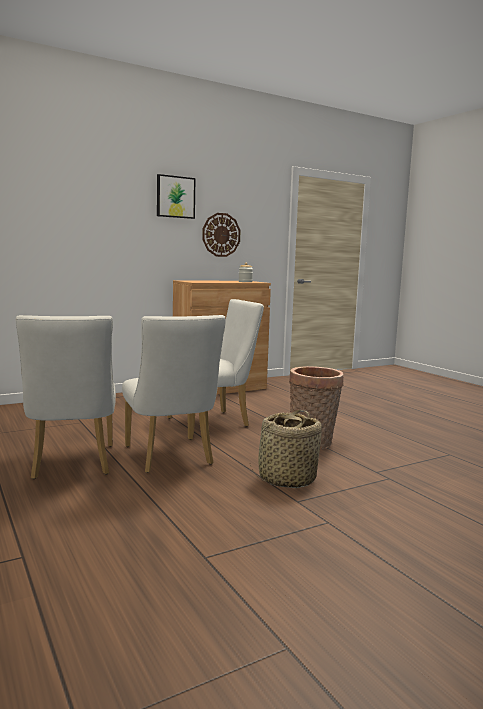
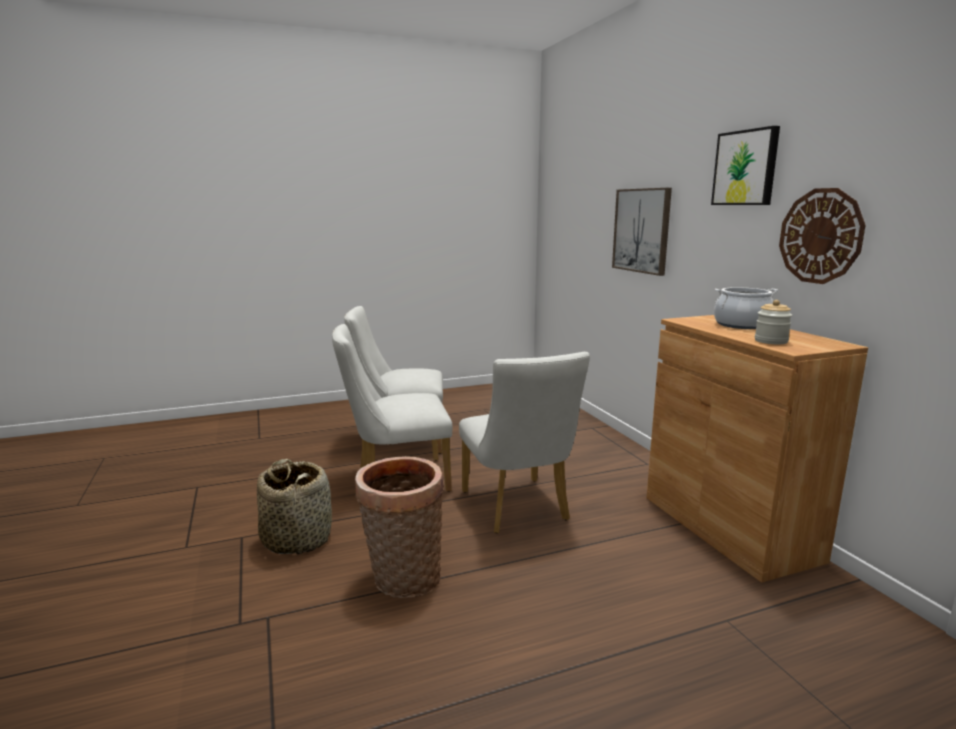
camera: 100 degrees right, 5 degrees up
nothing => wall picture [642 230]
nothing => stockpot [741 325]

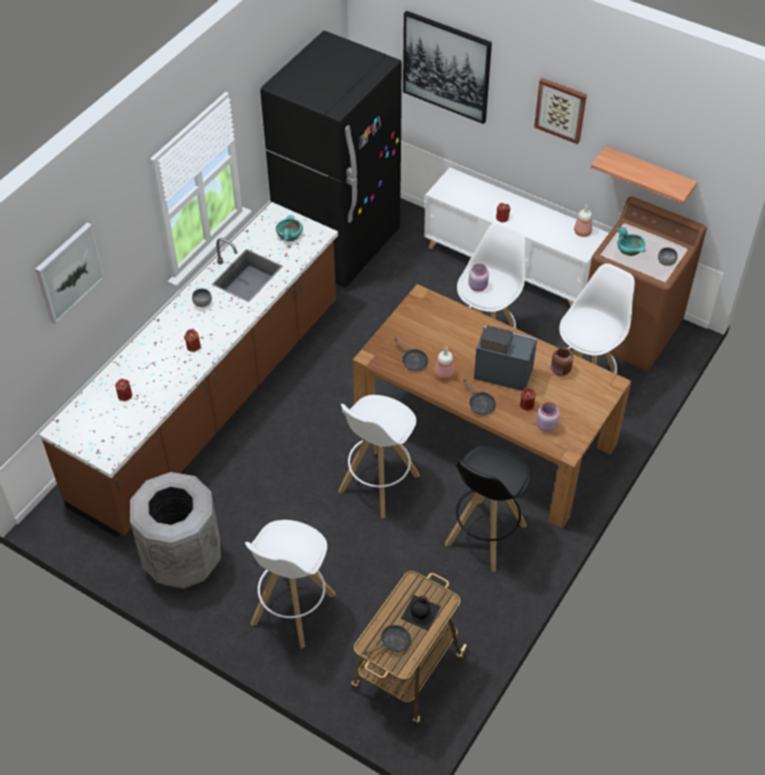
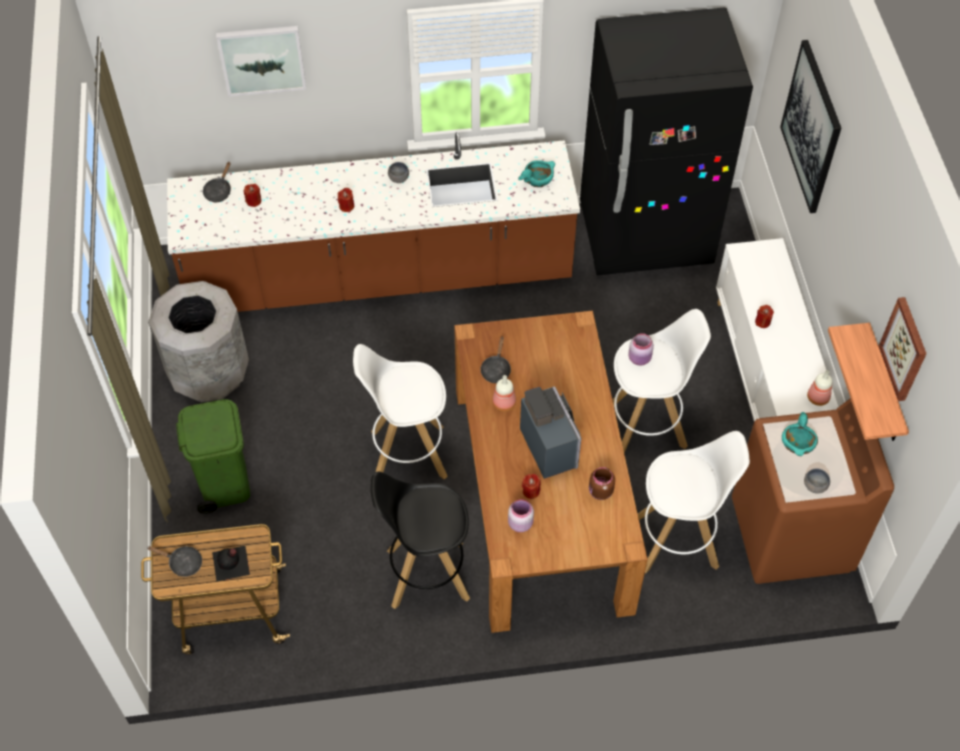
camera: 50 degrees right, 5 degrees up
pan (black-coloured) [480 404] => pan (black-coloured) [219 191], moved
wall picture [561 109] => wall picture [905 349], moved
stool (white-coloured) [292 610] => trash can (green-coloured) [224 483]

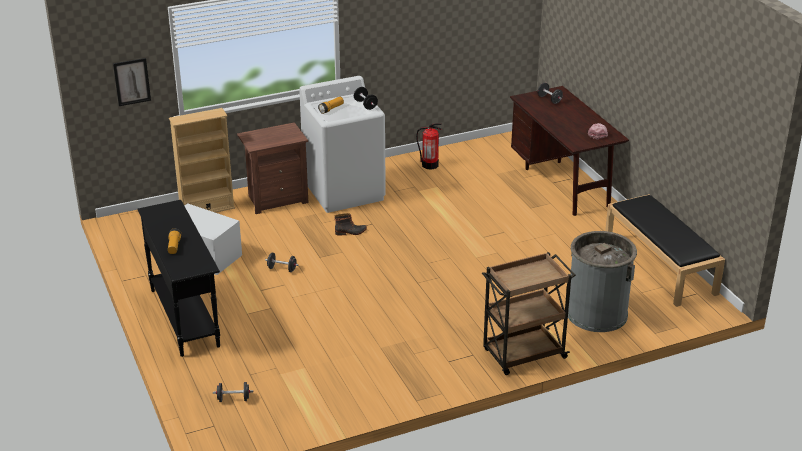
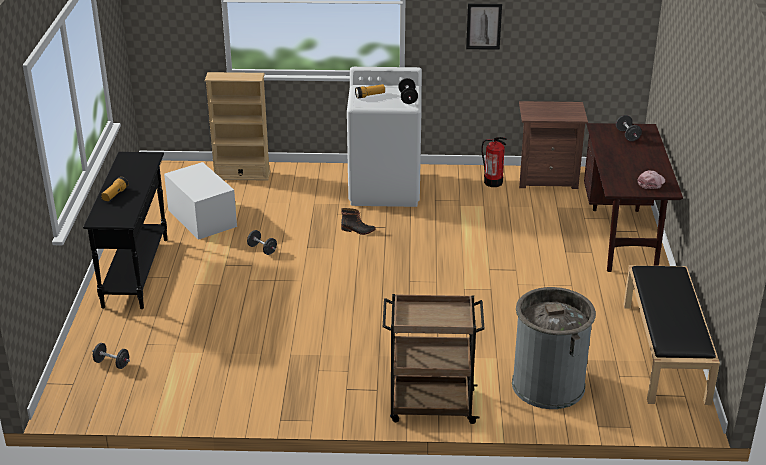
camera: 25 degrees right, 0 degrees up
wall picture [132 82] => wall picture [483 26], moved
night table (brown-coloured) [276 199] => night table (brown-coloured) [547 178], moved

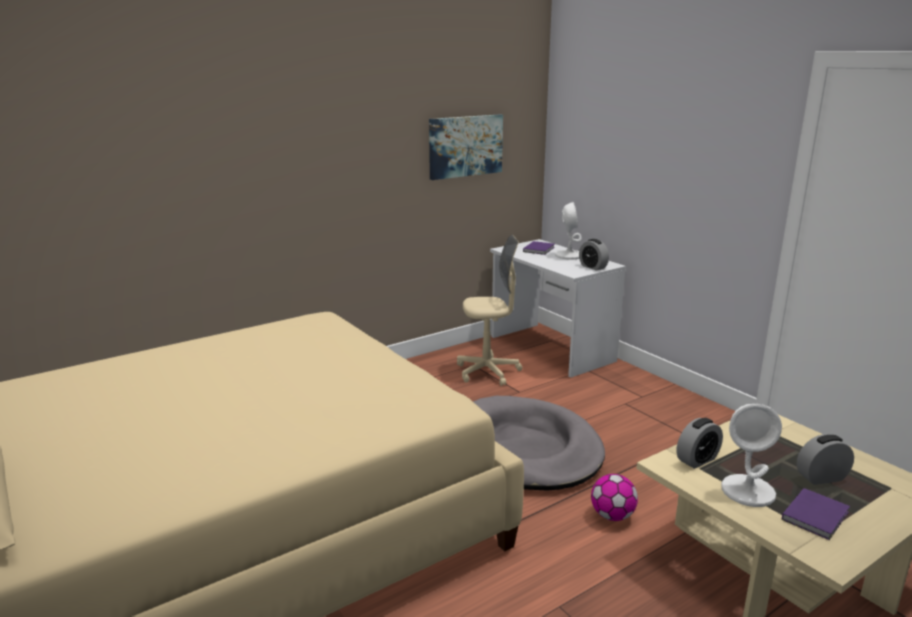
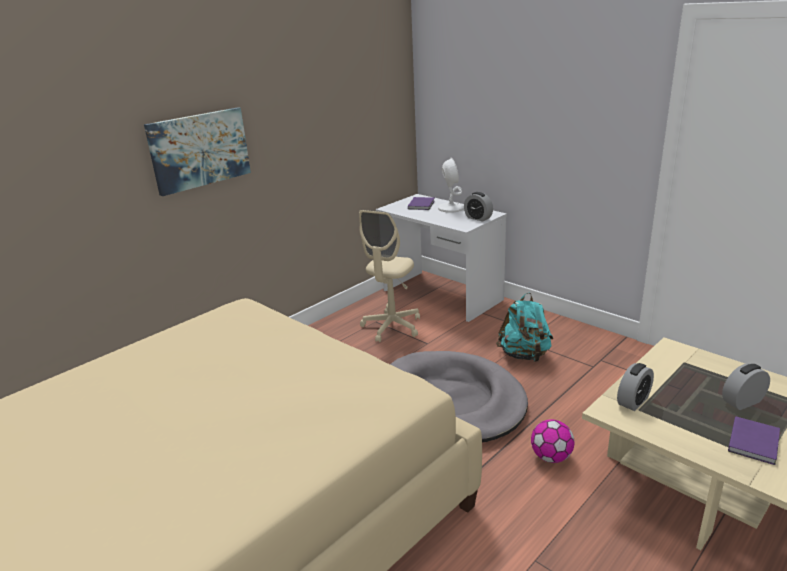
camera: 10 degrees left, 5 degrees up
lamp for a table (white-coloured) [748 491] => nothing
nothing => knapsack (blue-green) [524 355]
wall picture [465 146] => wall picture [199 150], moved
desk chair (beige-coloured) [488 372] => desk chair (beige-coloured) [392 327], 135 degrees clockwise

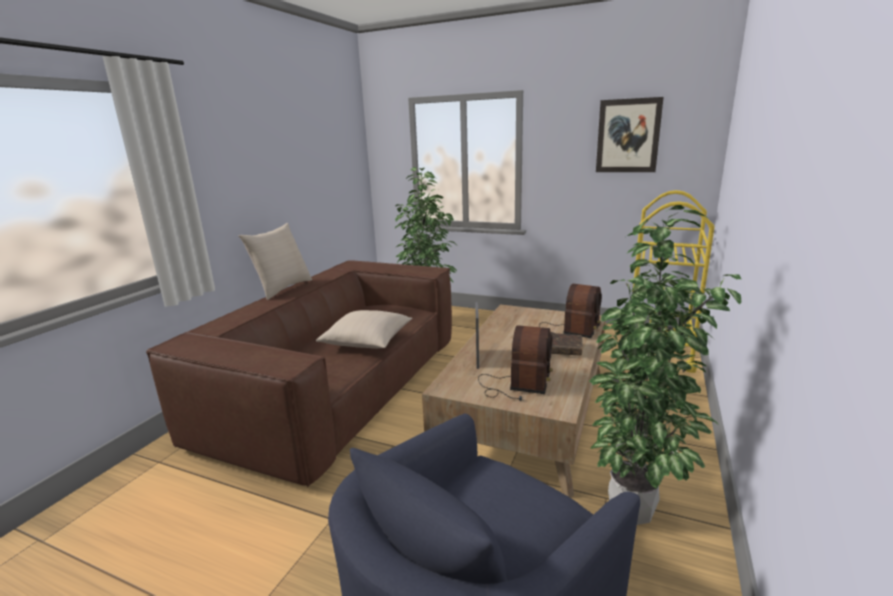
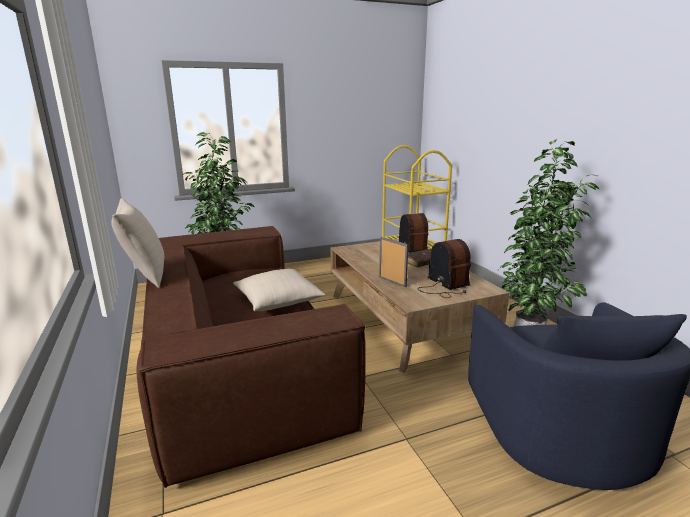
camera: 45 degrees left, 0 degrees up
wall picture [628 136] => nothing

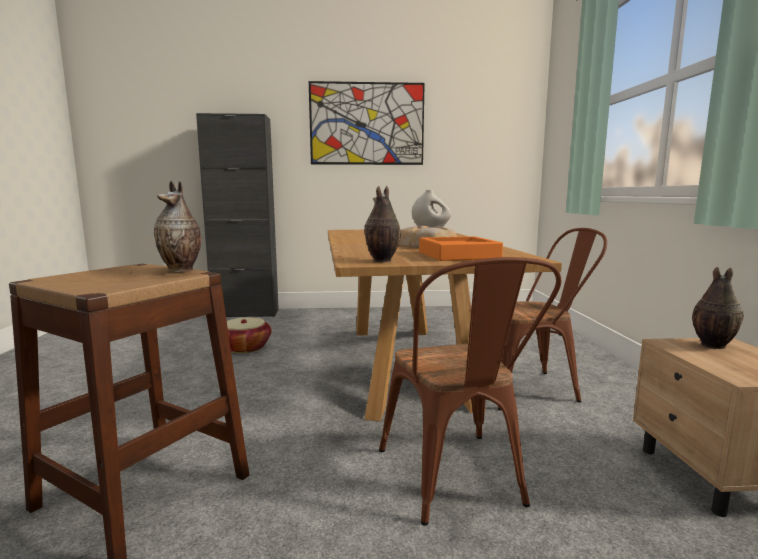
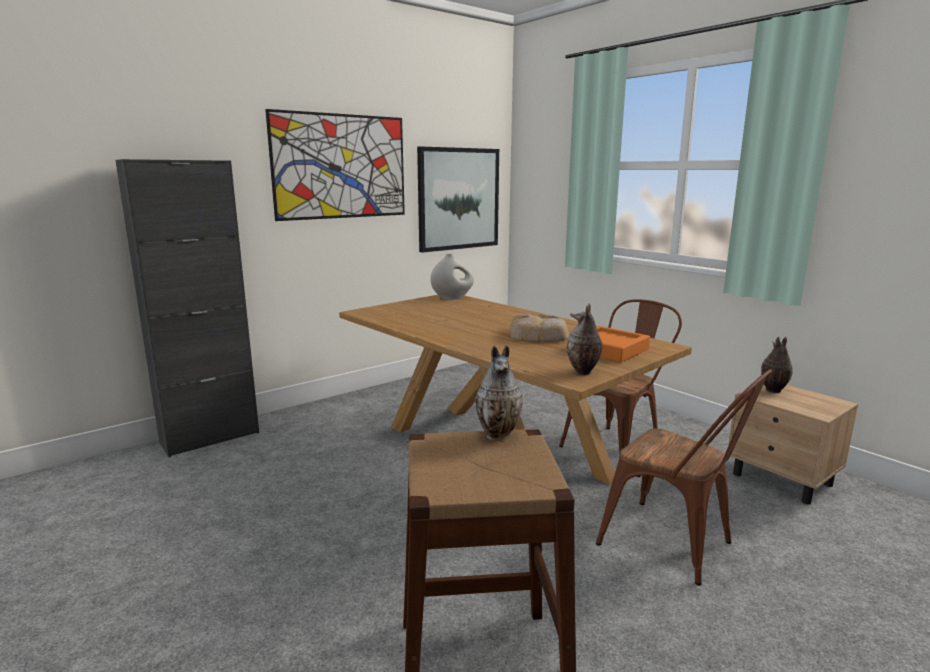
camera: 35 degrees left, 5 degrees up
basket [244 347] => nothing
nothing => wall picture [458 199]

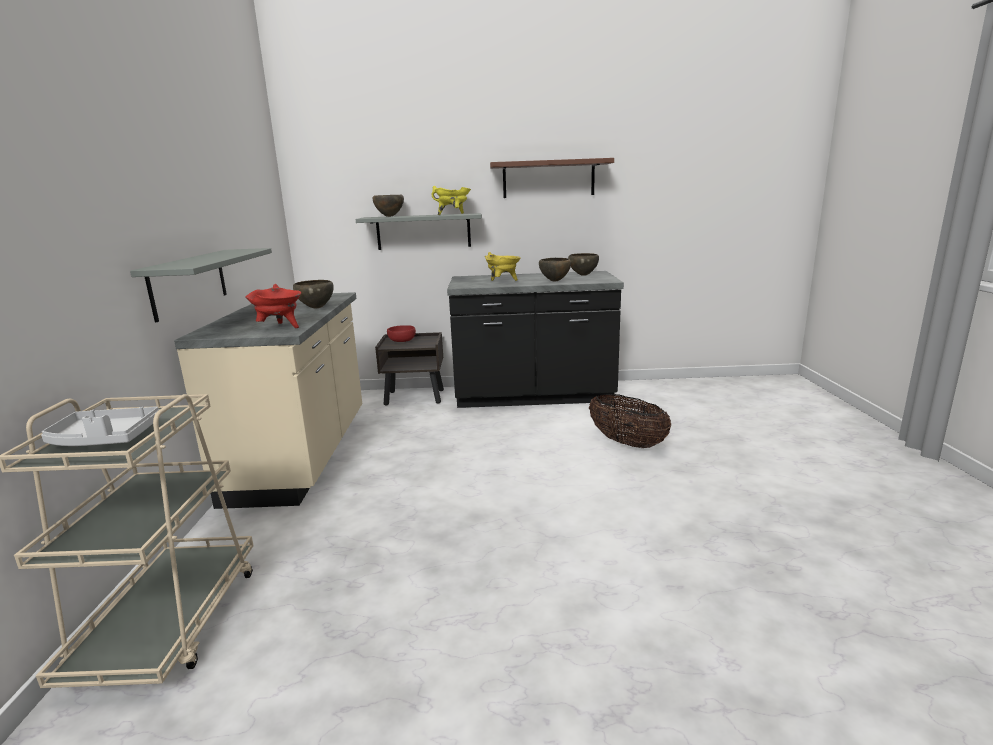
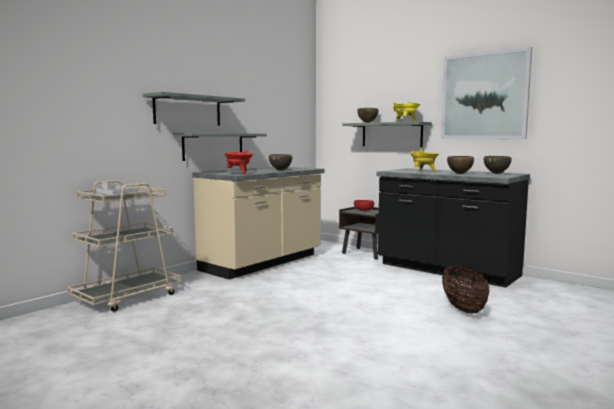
camera: 40 degrees right, 10 degrees down
nothing => wall shelf (greyish) [188 110]
wall shelf (brown-coloured) [548 179] => wall picture [484 96]

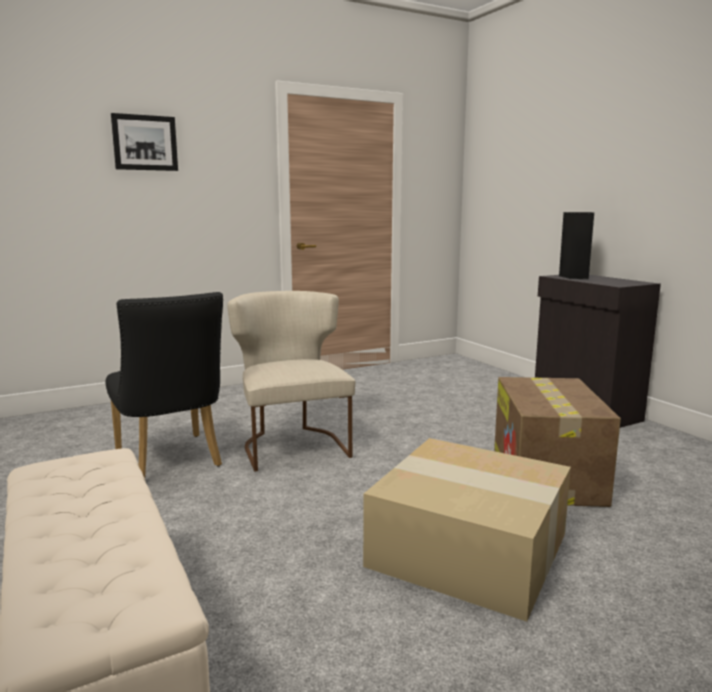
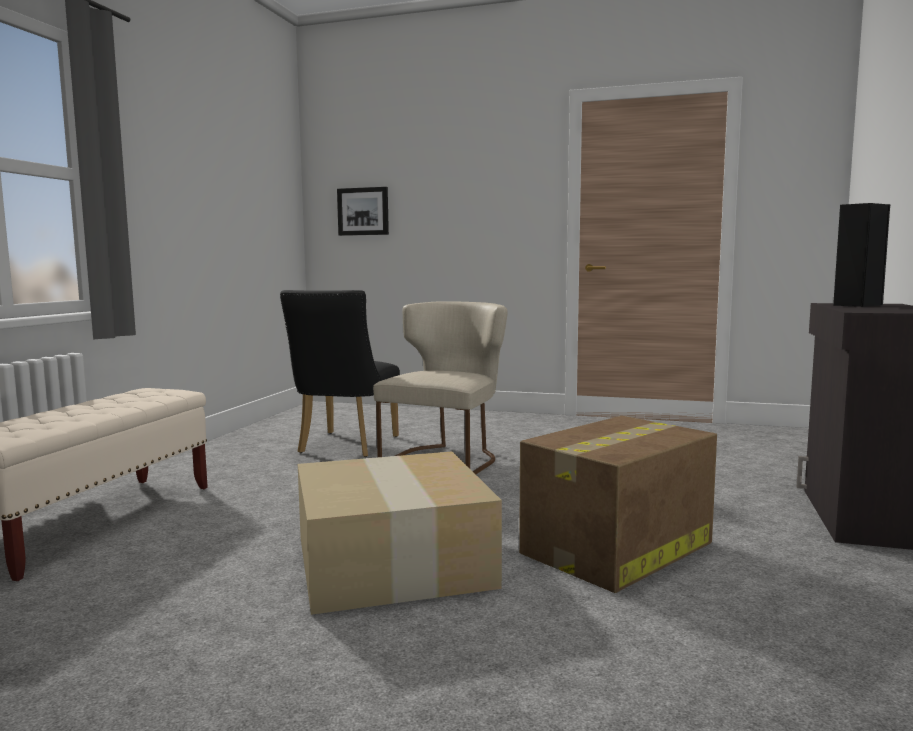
camera: 45 degrees right, 5 degrees down
wall picture [145 143] => wall picture [363 211], moved

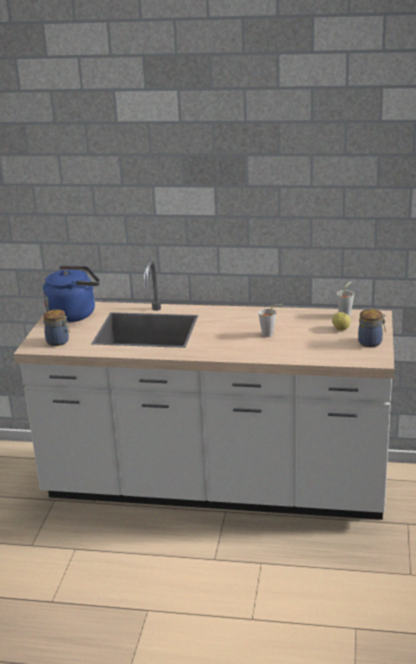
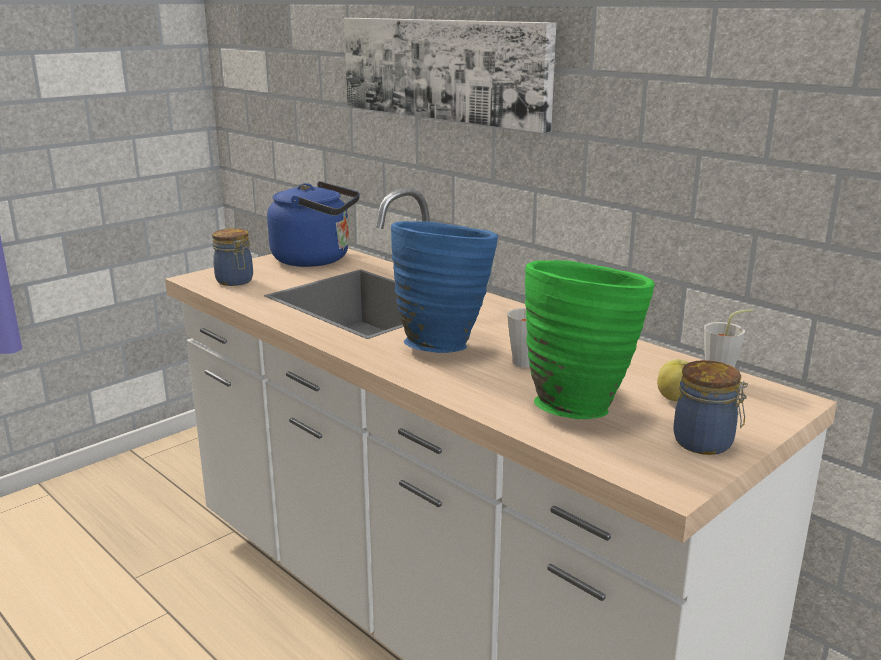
camera: 35 degrees right, 5 degrees down
nothing => wall picture [443 69]
nothing => decorative vase (blue-coloured) [443 344]
nothing => decorative vase (green-coloured) [579 405]

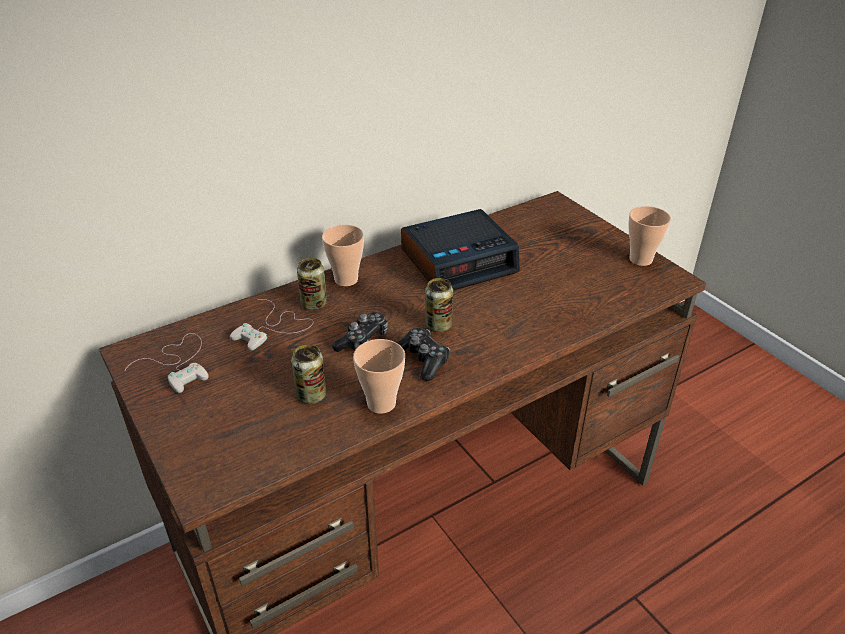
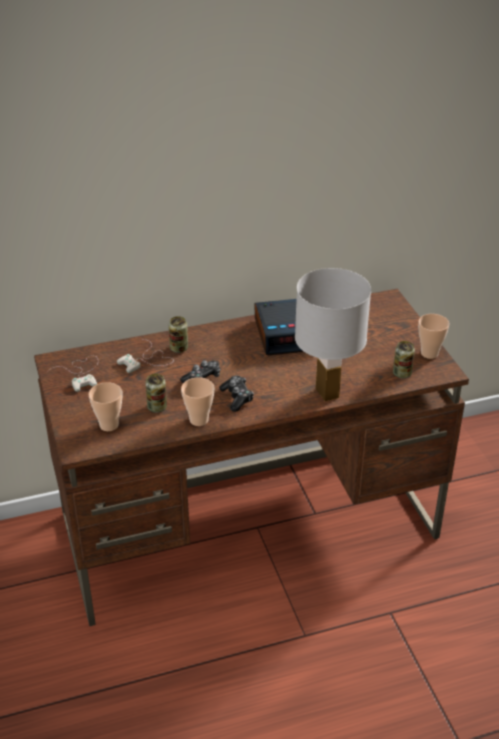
camera: 15 degrees right, 0 degrees up
nothing => lamp for a table (white-coloured) [326 392]
small cup [346 279] => small cup [109 425], moved
sealed can [438 325] => sealed can [402 374], moved

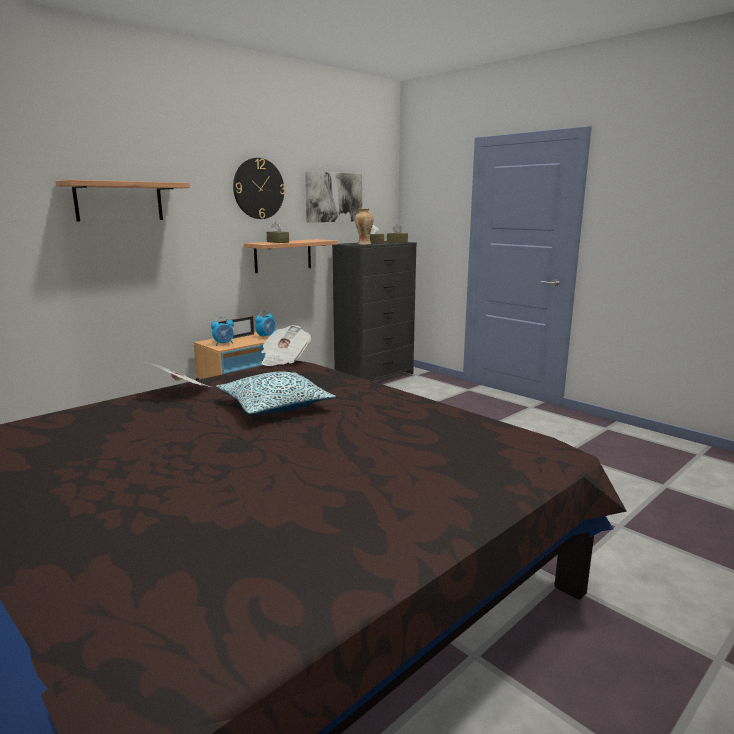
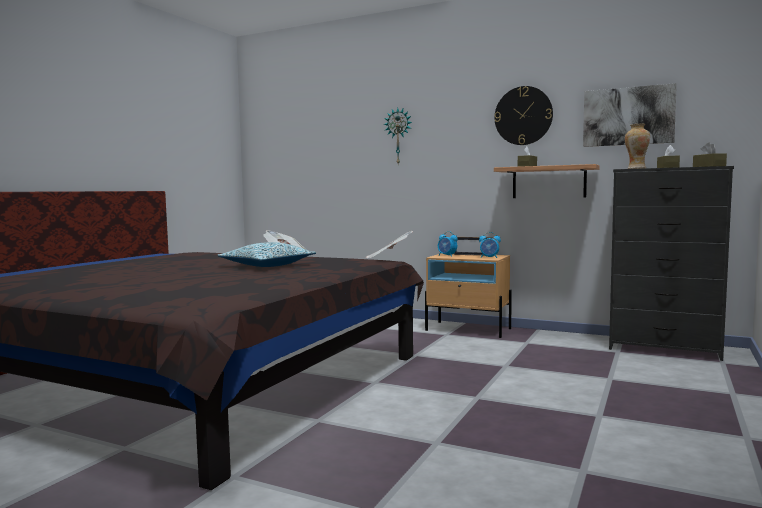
camera: 70 degrees right, 10 degrees down
wall shelf [119 201] => hanging clock [399 136]

